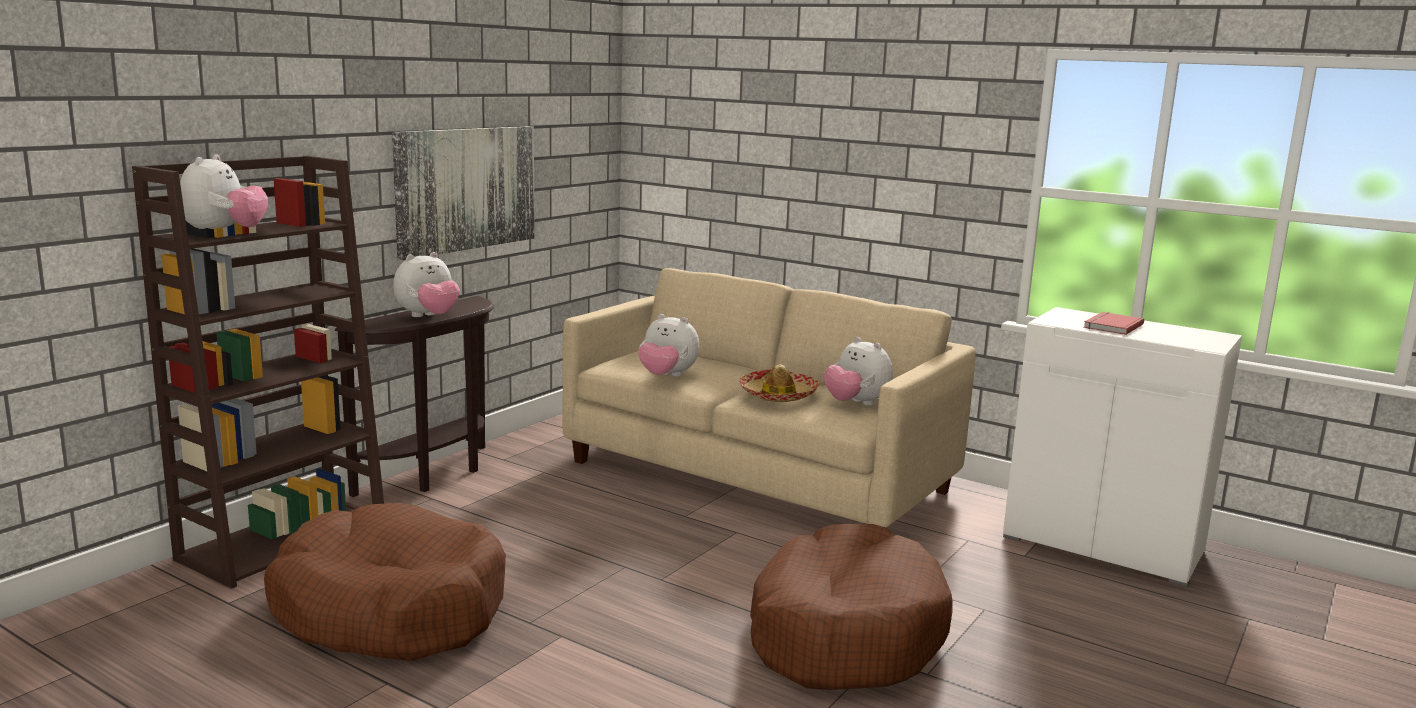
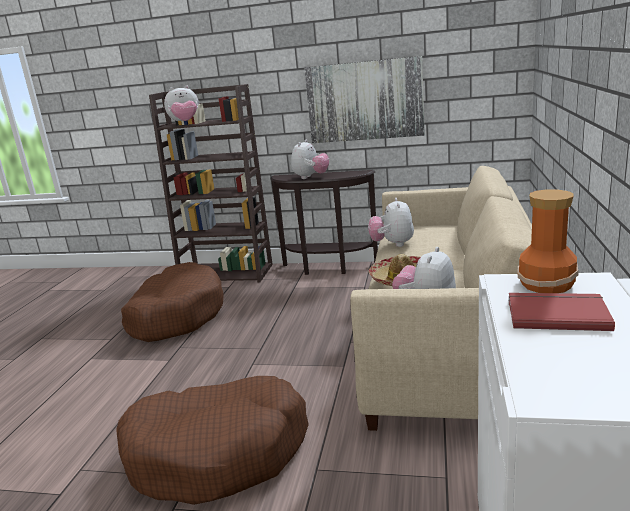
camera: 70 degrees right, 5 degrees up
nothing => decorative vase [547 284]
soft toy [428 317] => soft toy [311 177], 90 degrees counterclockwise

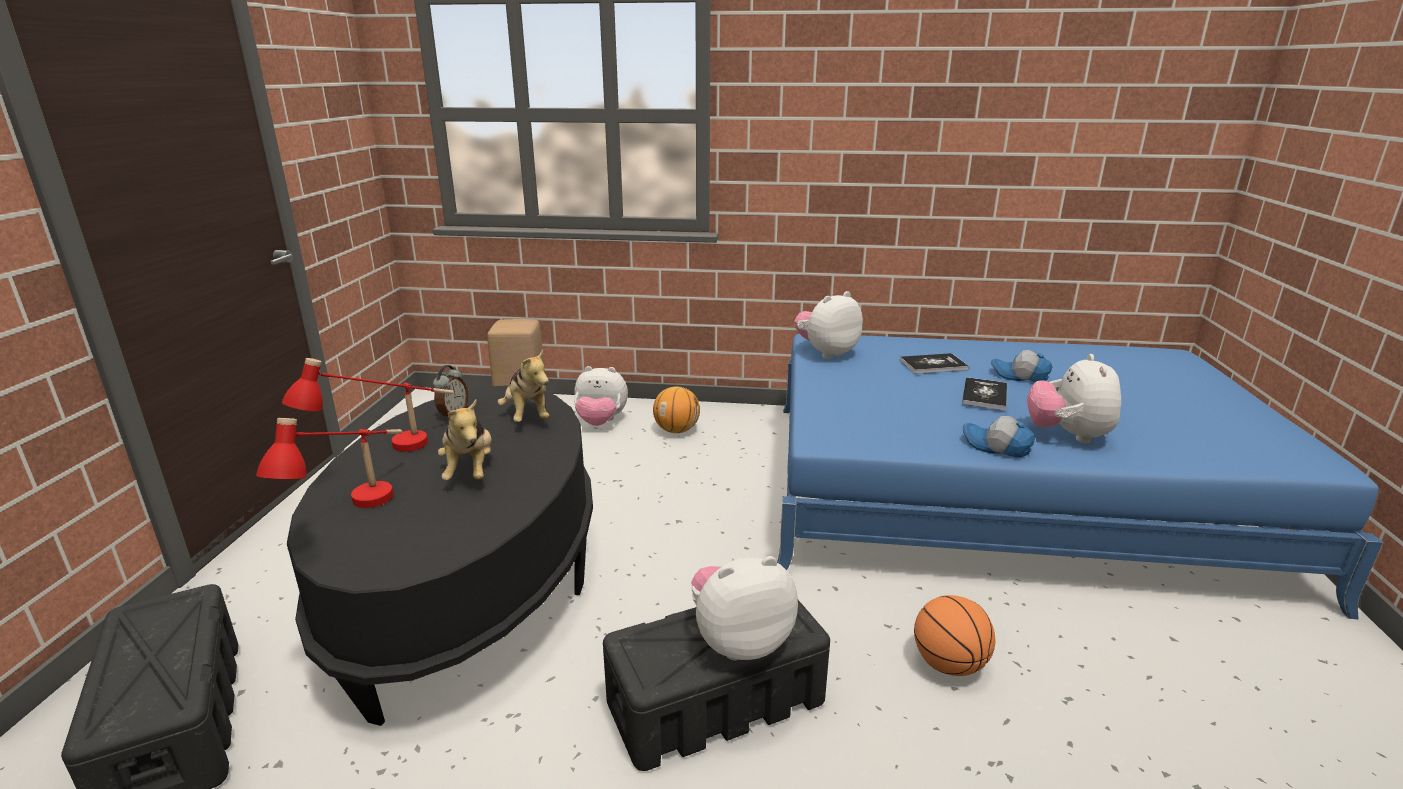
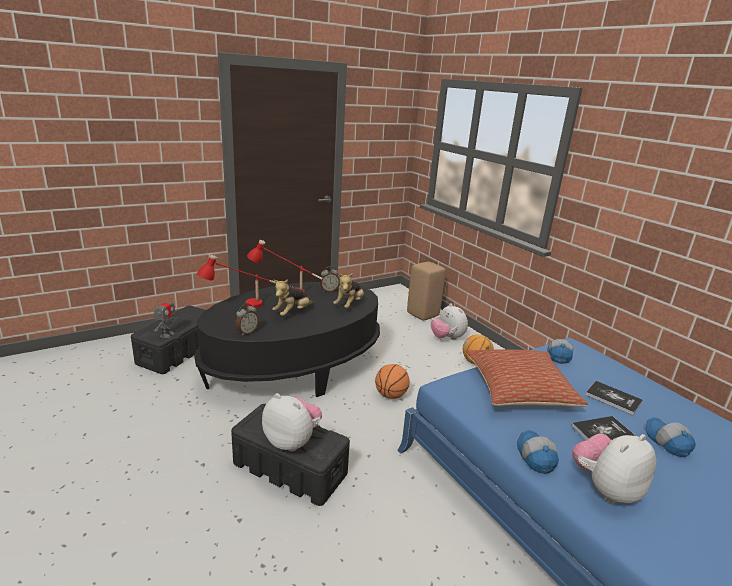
camera: 50 degrees right, 0 degrees up
nothing => robot figure [167 334]
nothing => table clock [247 332]
nothing => throw pillow [519 390]
ball for basketball [948 664] => ball for basketball [390 395], moved
soft toy [826 353] => baseball cap [558 355]

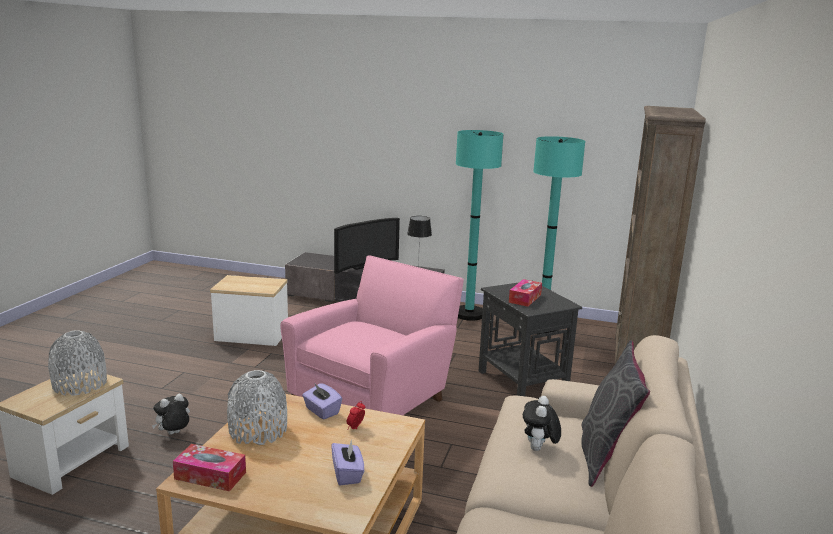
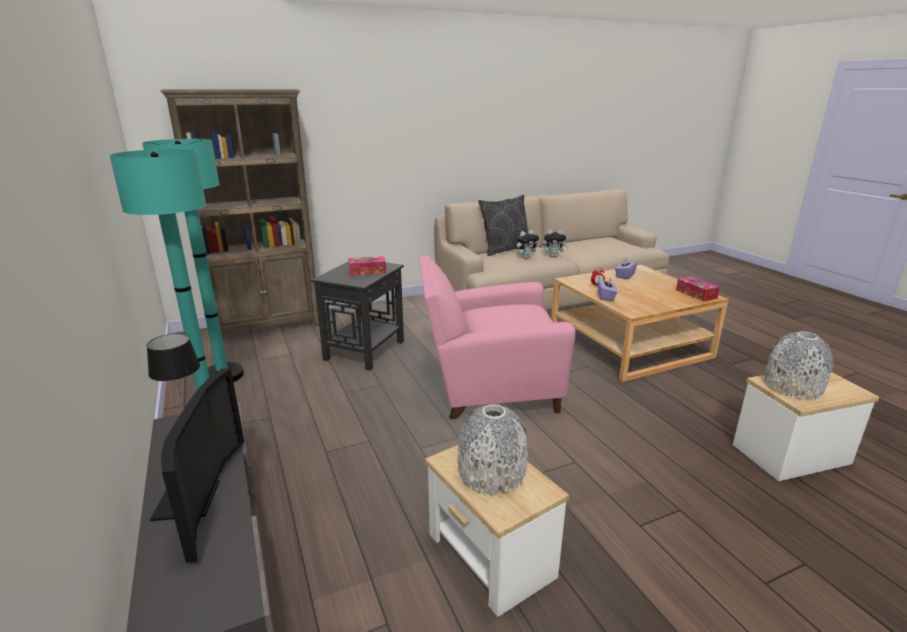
camera: 130 degrees left, 5 degrees up
soft toy [173 434] => soft toy [554 256], moved
decorative vase (greyish) [258 431] => decorative vase (greyish) [491 473], moved
TV [361 266] => TV [196 500], 75 degrees clockwise

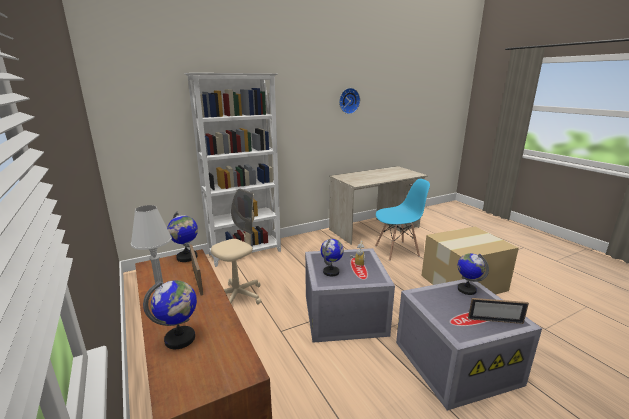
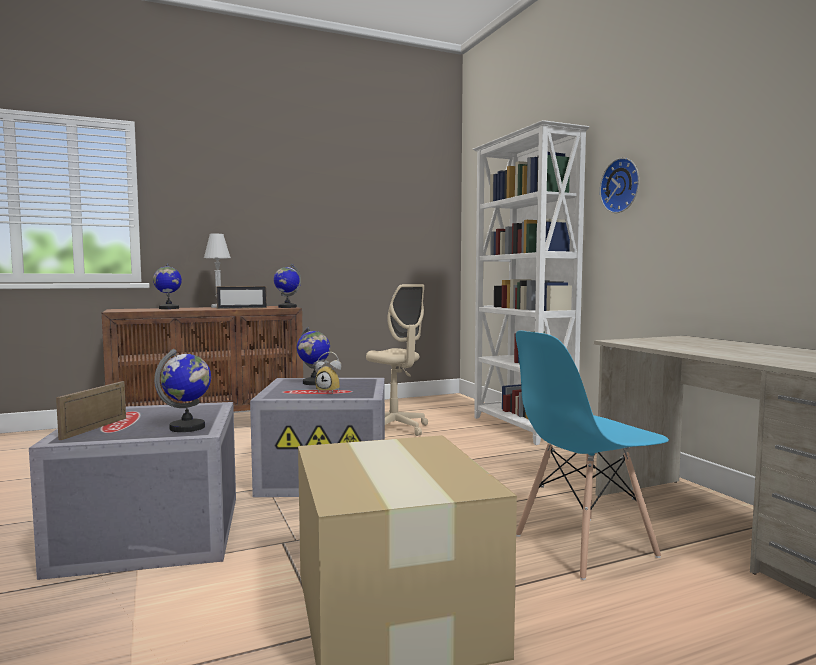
camera: 95 degrees right, 15 degrees down
hanging clock [348 101] => hanging clock [622 186], moved
plain chair (blue-coloured) [397 251] => plain chair (blue-coloured) [583 546], 75 degrees clockwise

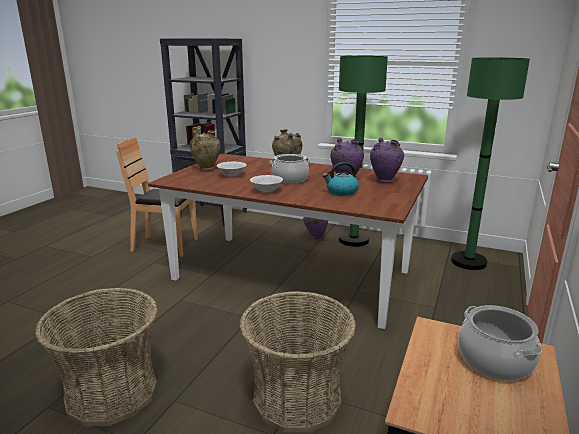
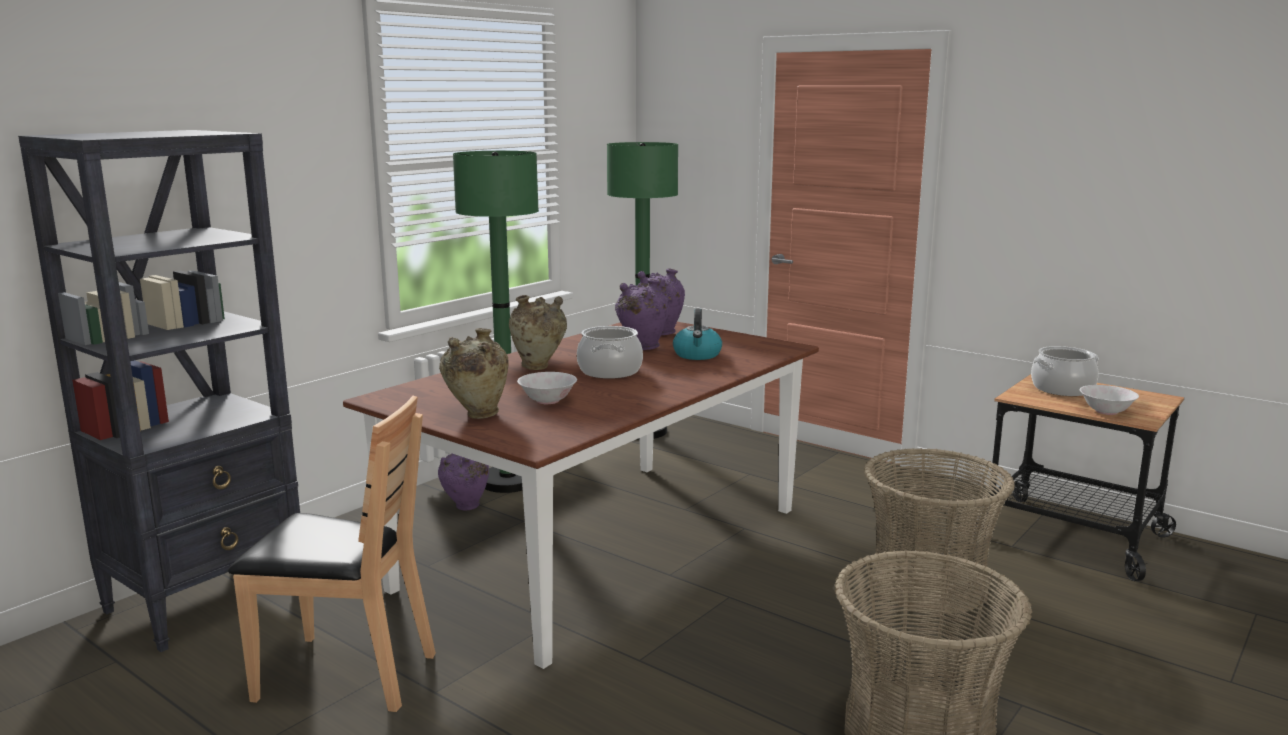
camera: 75 degrees left, 5 degrees down
serving bowl (white-coloured) [266 191] => serving bowl (white-coloured) [1106 411], moved
plain chair (brown-coloured) [165 245] => plain chair (brown-coloured) [345 675], 105 degrees counterclockwise

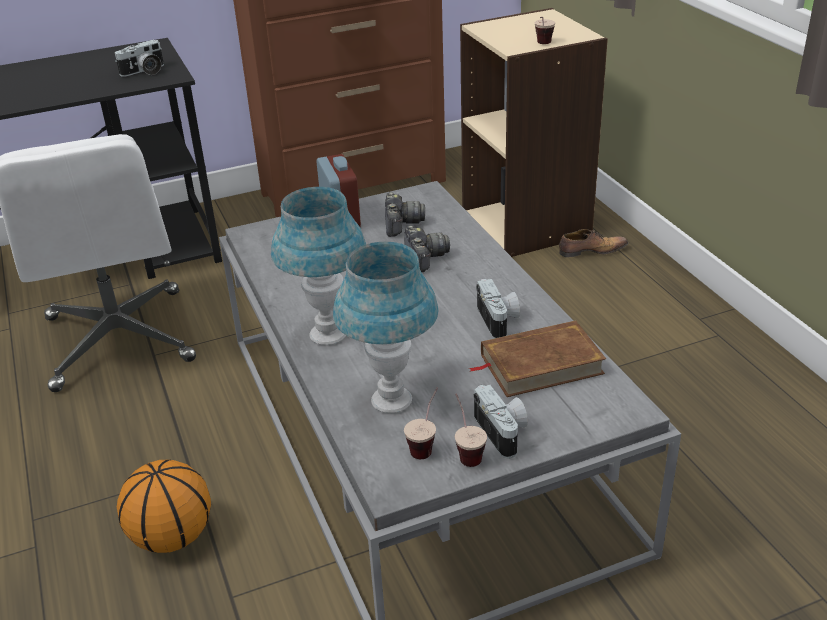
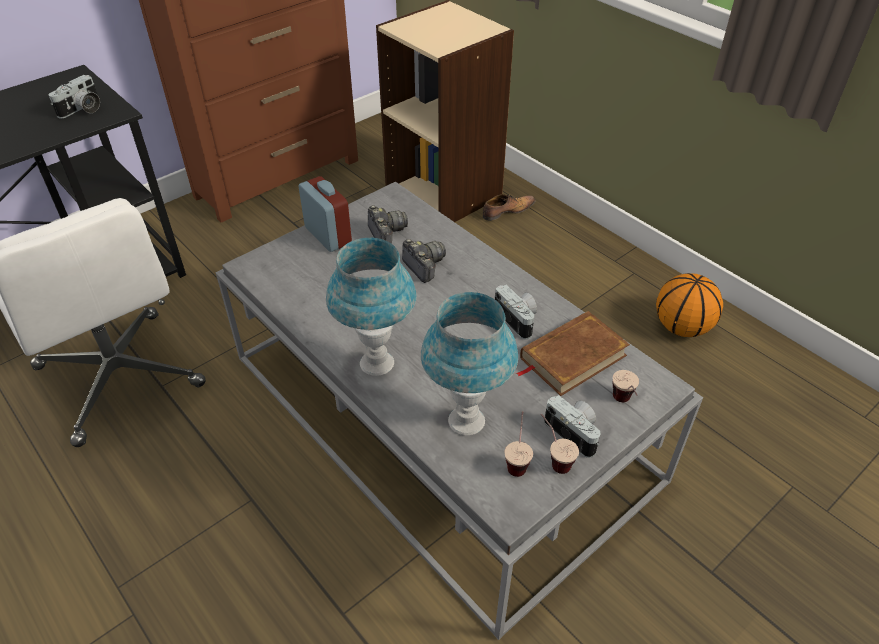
camera: 20 degrees left, 10 degrees up
ball for basketball [173 537] => ball for basketball [682 327], moved
small cup [542 45] => small cup [623 404], moved

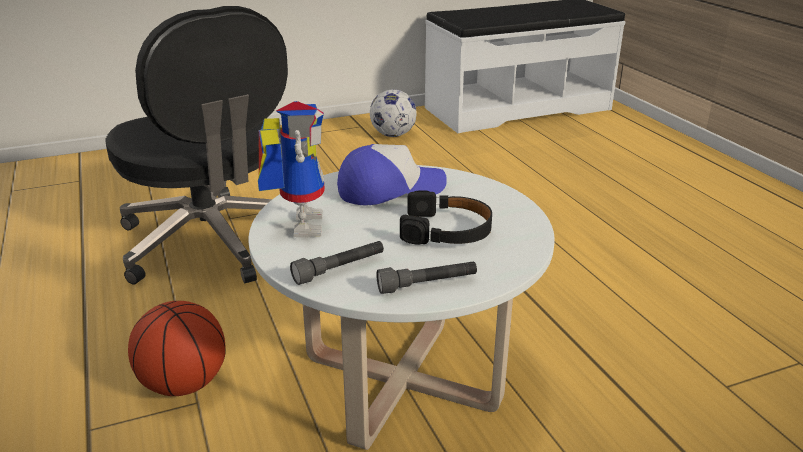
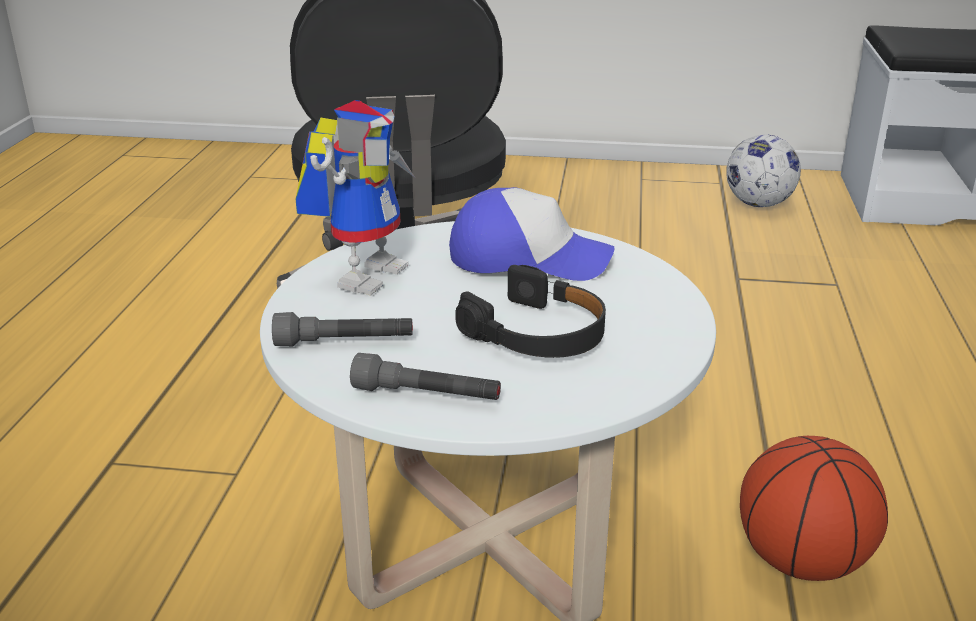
camera: 30 degrees right, 0 degrees up
ball for basketball [183 384] => ball for basketball [800 561], moved

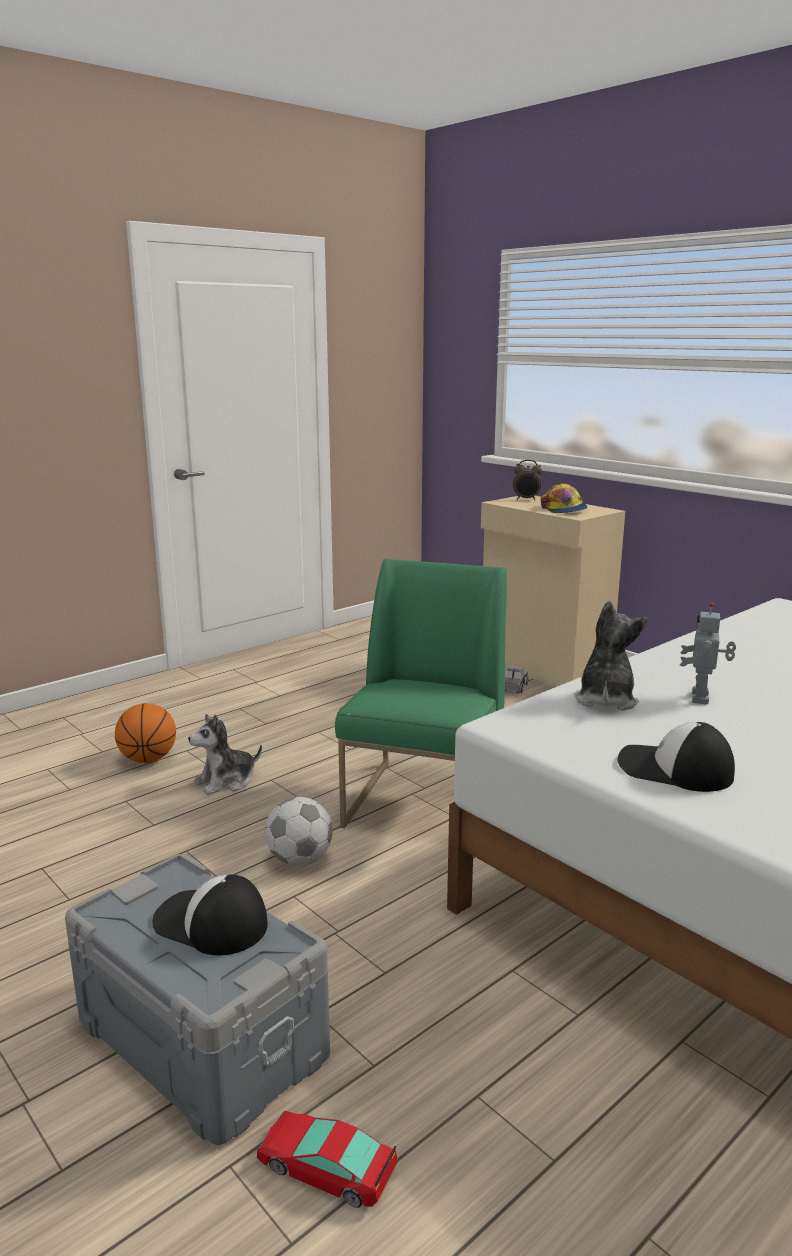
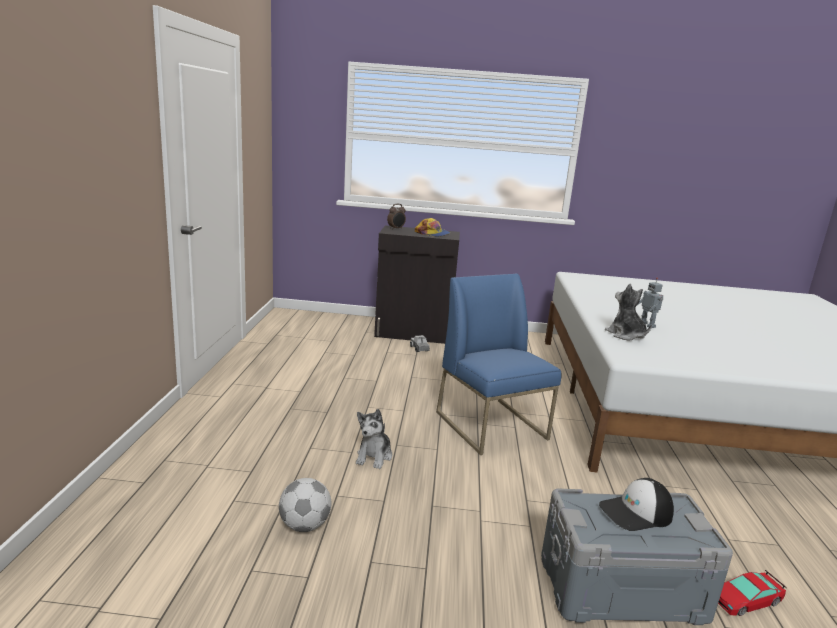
camera: 45 degrees left, 0 degrees up
ball for basketball [148 759] => nothing
baseball cap [674 769] => nothing
football ball [300 859] => football ball [305 526], moved
plain chair (green-coloured) [425 803] => plain chair (blue-coloured) [492 426]
cabinet (beige-coloured) [543 668] => cabinet (black-coloured) [413 334]

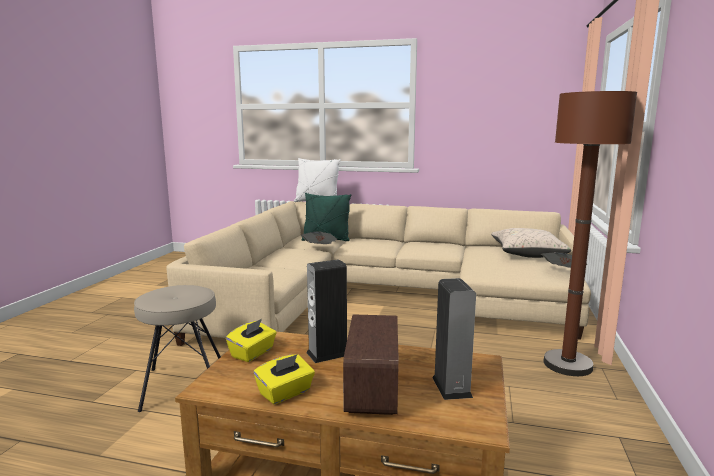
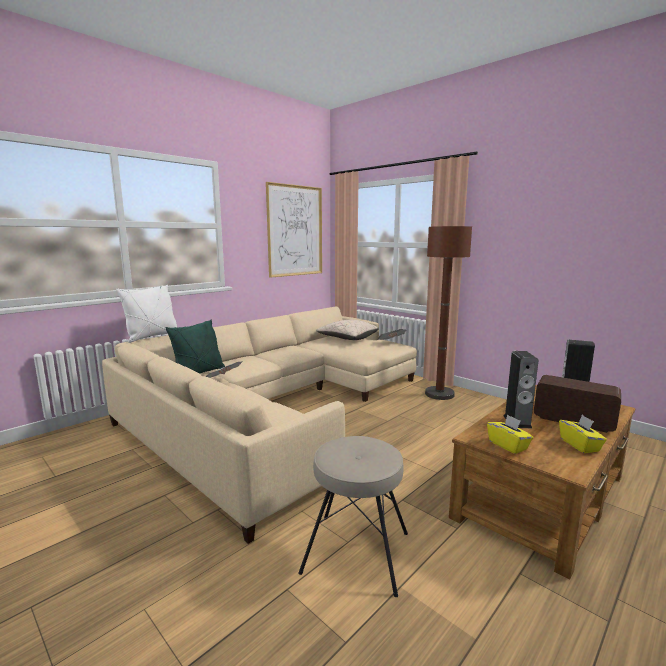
camera: 60 degrees left, 0 degrees up
nothing => wall picture [295 231]

